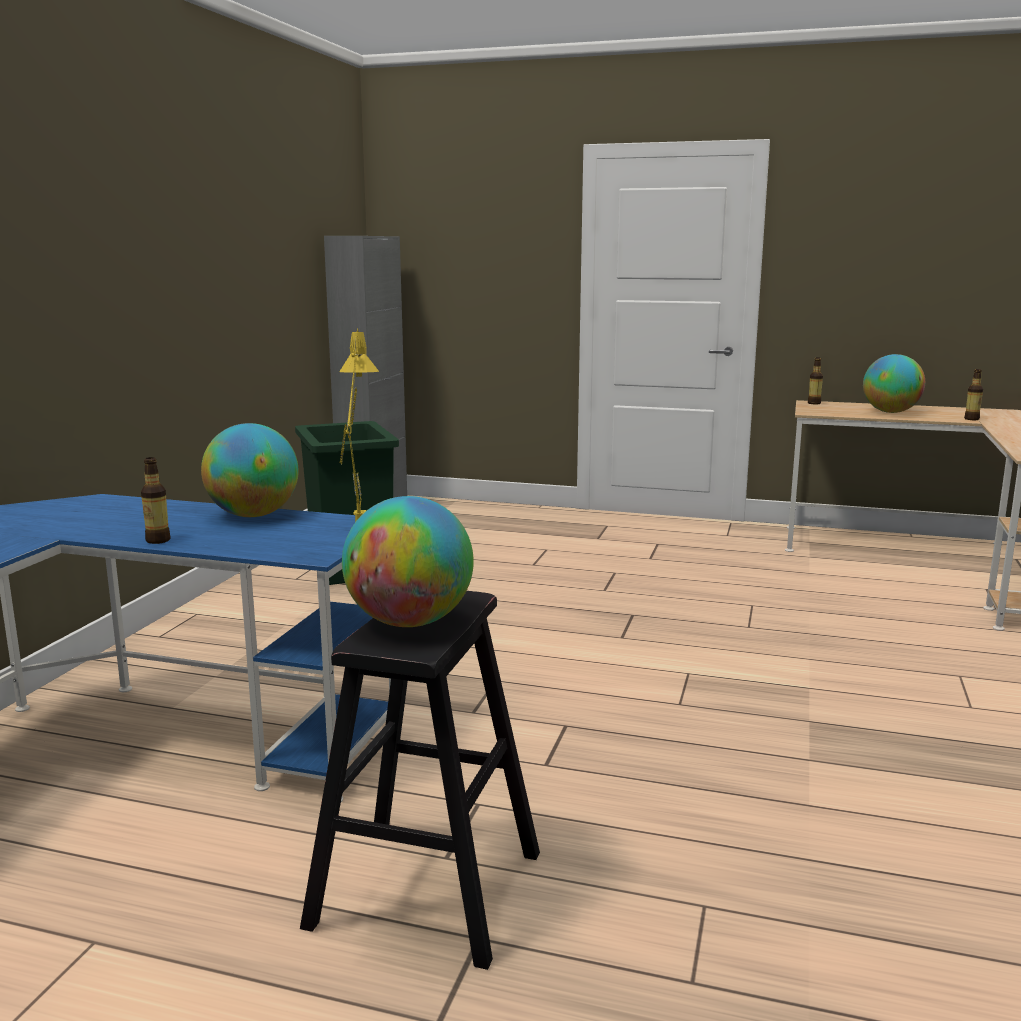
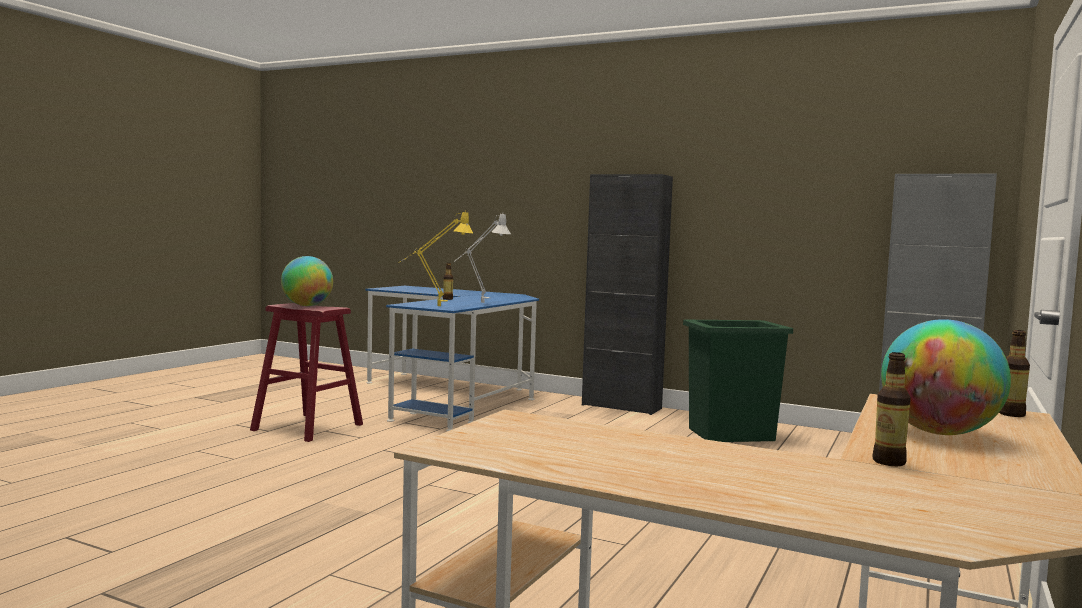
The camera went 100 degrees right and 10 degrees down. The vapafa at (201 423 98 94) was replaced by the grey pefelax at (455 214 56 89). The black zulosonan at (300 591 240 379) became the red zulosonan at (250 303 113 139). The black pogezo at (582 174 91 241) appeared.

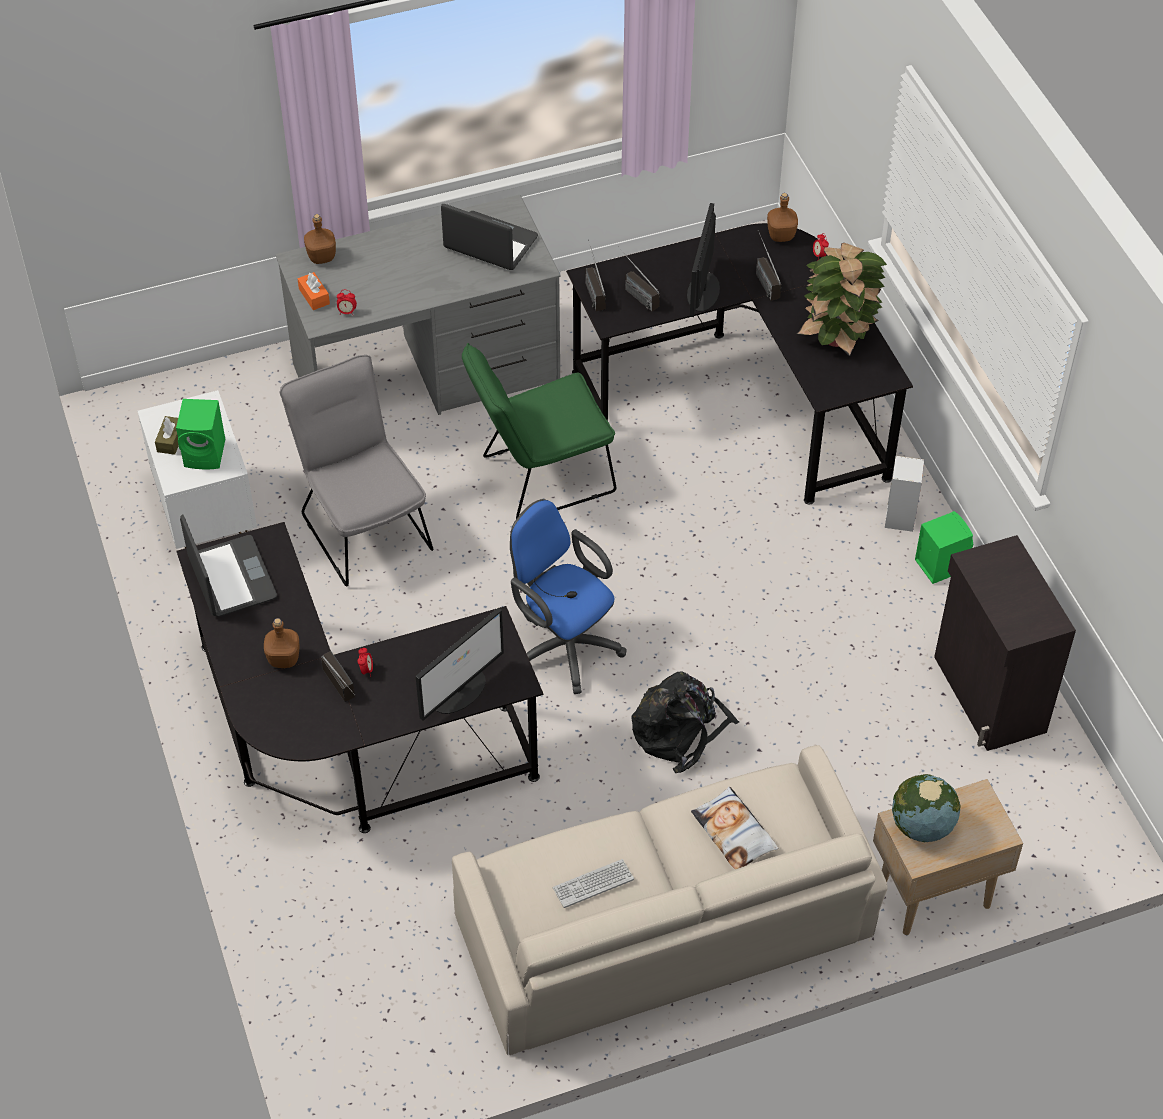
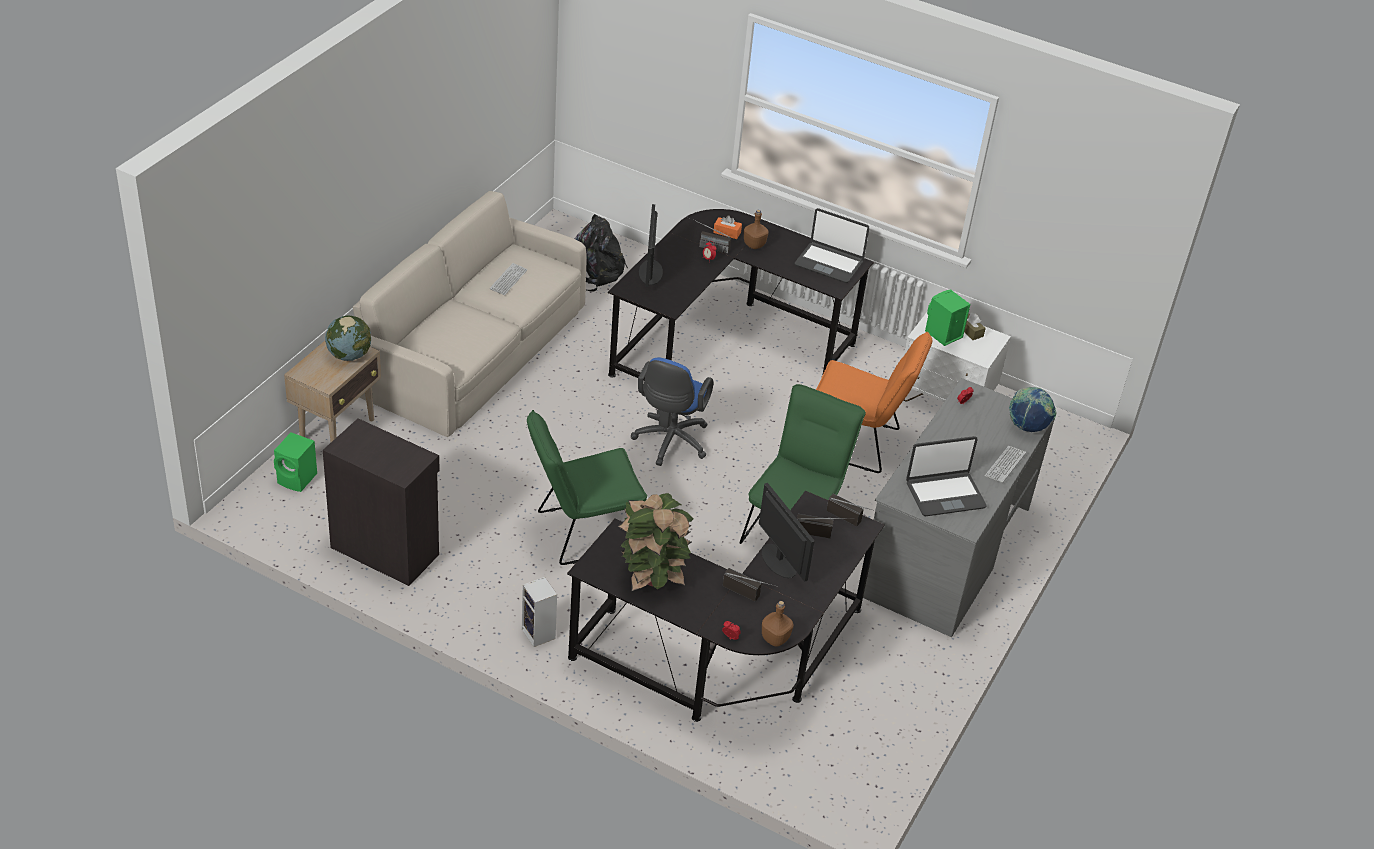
The camera went 135 degrees right and 10 degrees down. The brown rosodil at (304 214 32 50) was replaced by the vapafa at (1009 387 47 45). The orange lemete moved from (298 272 32 38) to (713 215 29 24). The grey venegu at (279 355 155 232) became the orange venegu at (816 331 116 142). The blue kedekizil at (510 499 117 195) turned 105 degrees clockwise. The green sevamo moved from (915 511 58 73) to (274 432 43 60). The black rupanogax moved from (631 671 108 102) to (575 214 53 78). The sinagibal at (691 786 87 83) disappeared. The green venegu at (527 410 120 155) appeared. The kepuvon at (985 446 41 37) appeared.

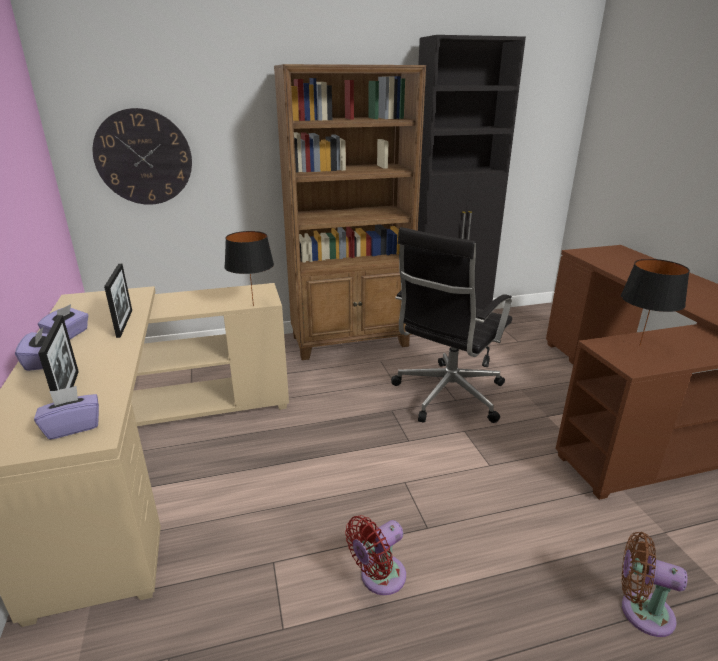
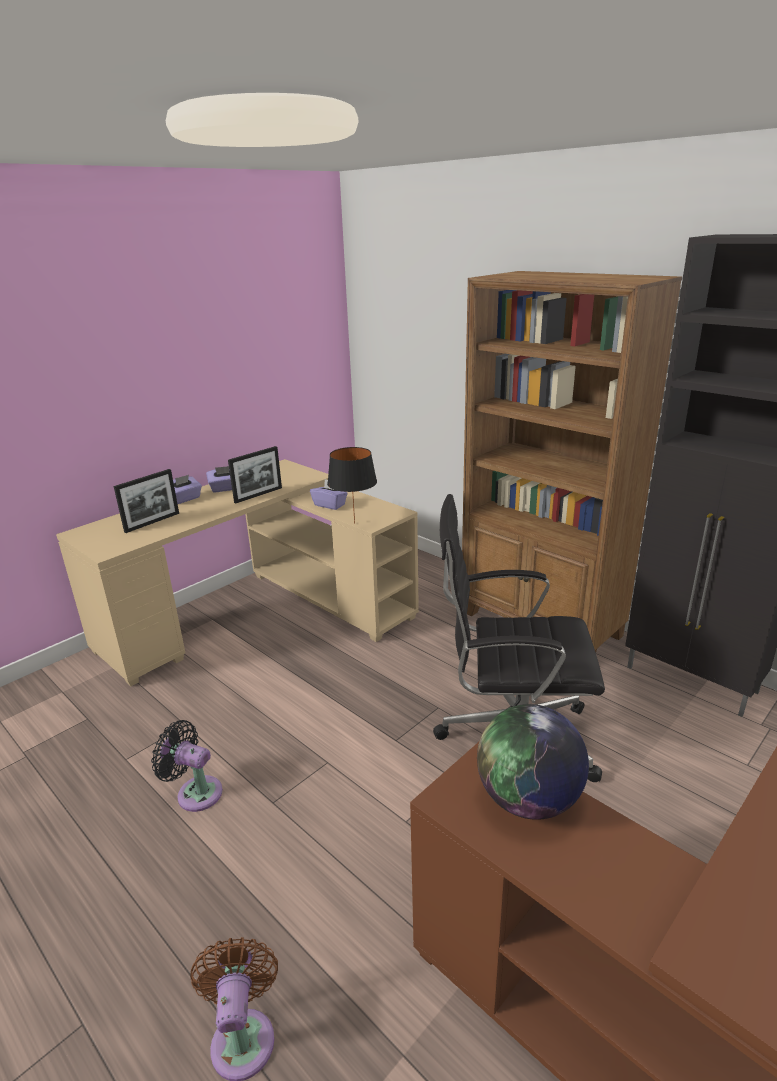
The camera went 60 degrees right and 0 degrees up. The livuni at (93 108 99 97) disappeared. The black pefelax at (621 259 69 87) was replaced by the vapafa at (477 704 112 116). The purple lemete moved from (34 386 65 54) to (310 479 38 31). The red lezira at (345 515 61 80) became the black lezira at (151 720 72 92).

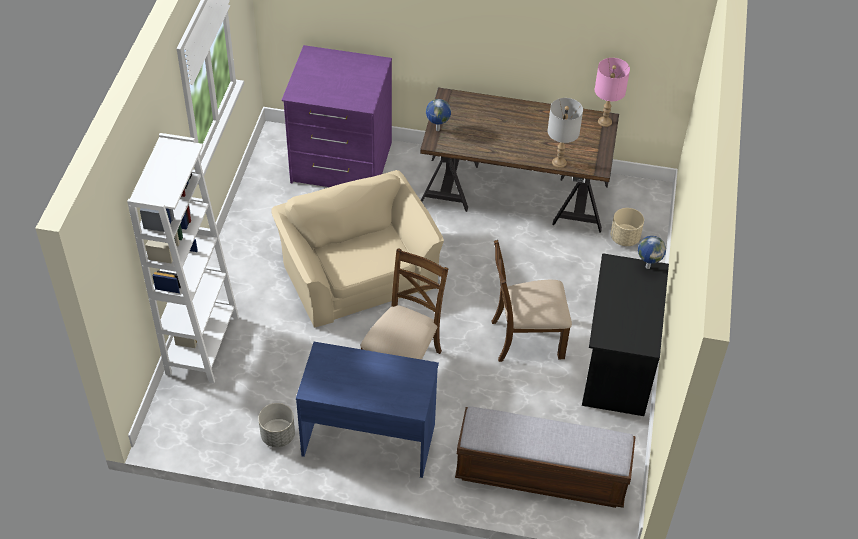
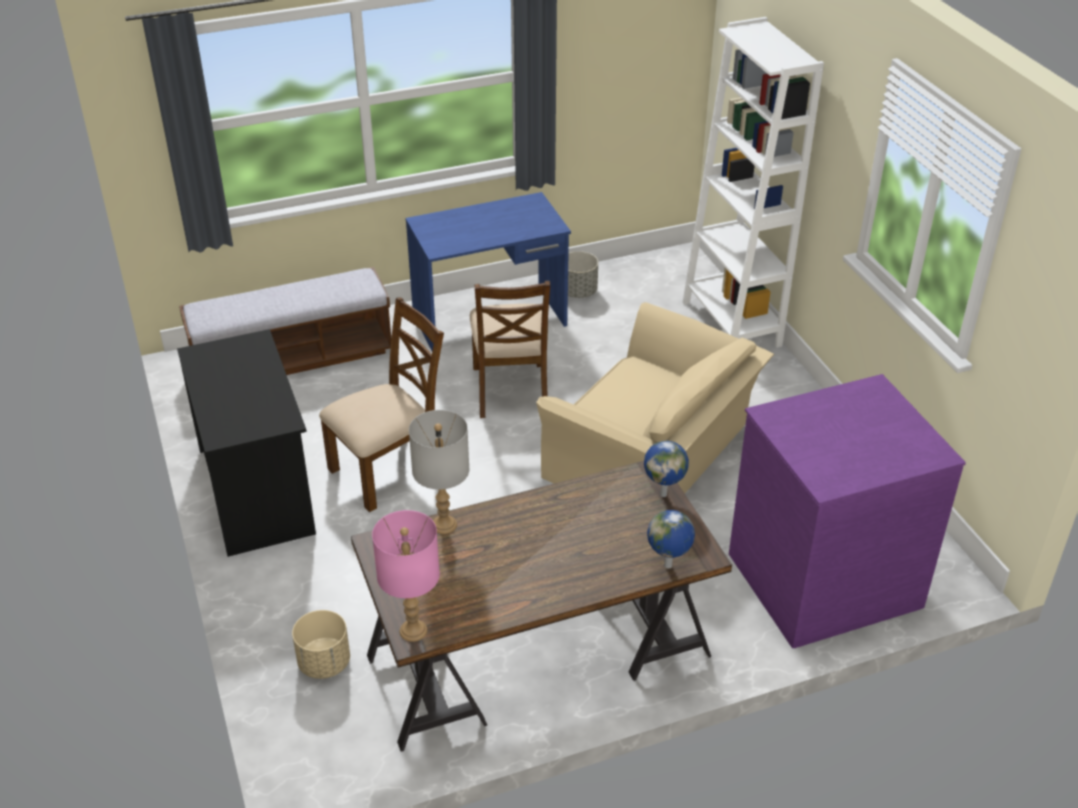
The camera went 150 degrees right and 10 degrees down. The vapafa moved from (638 236 28 33) to (647 510 48 59).

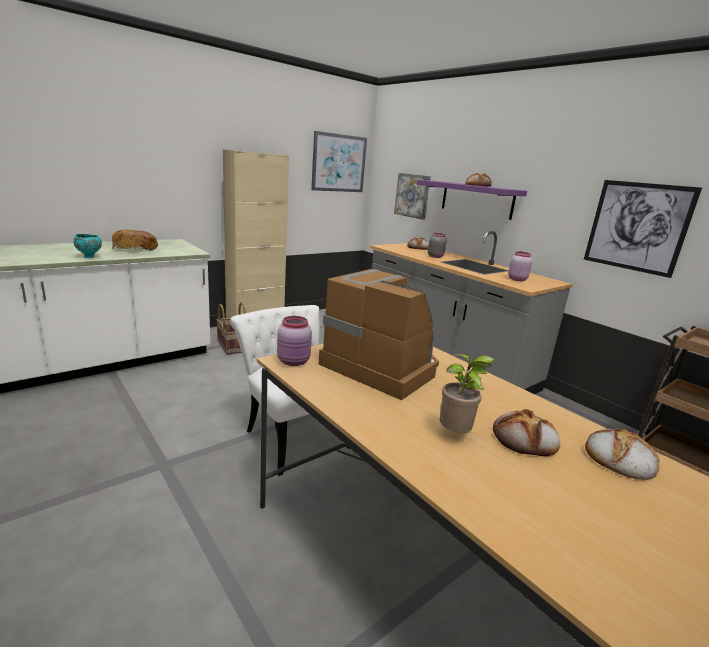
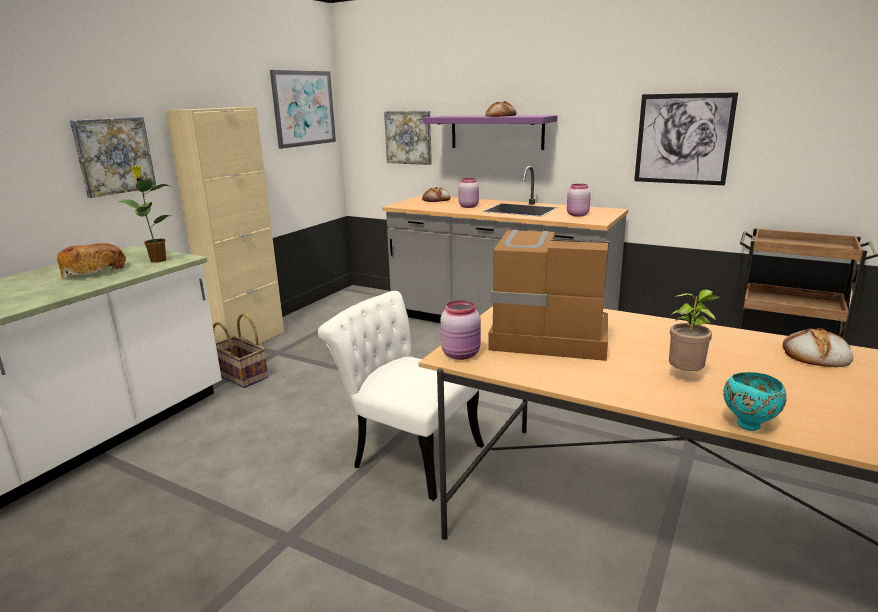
The camera went 20 degrees left and 0 degrees up. The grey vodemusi at (428 233 19 25) became the pink vodemusi at (458 178 21 30). The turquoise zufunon moved from (73 234 29 24) to (724 372 63 59). The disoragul at (493 409 67 47) disappeared. The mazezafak at (70 117 86 81) appeared. The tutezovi at (119 166 54 97) appeared.

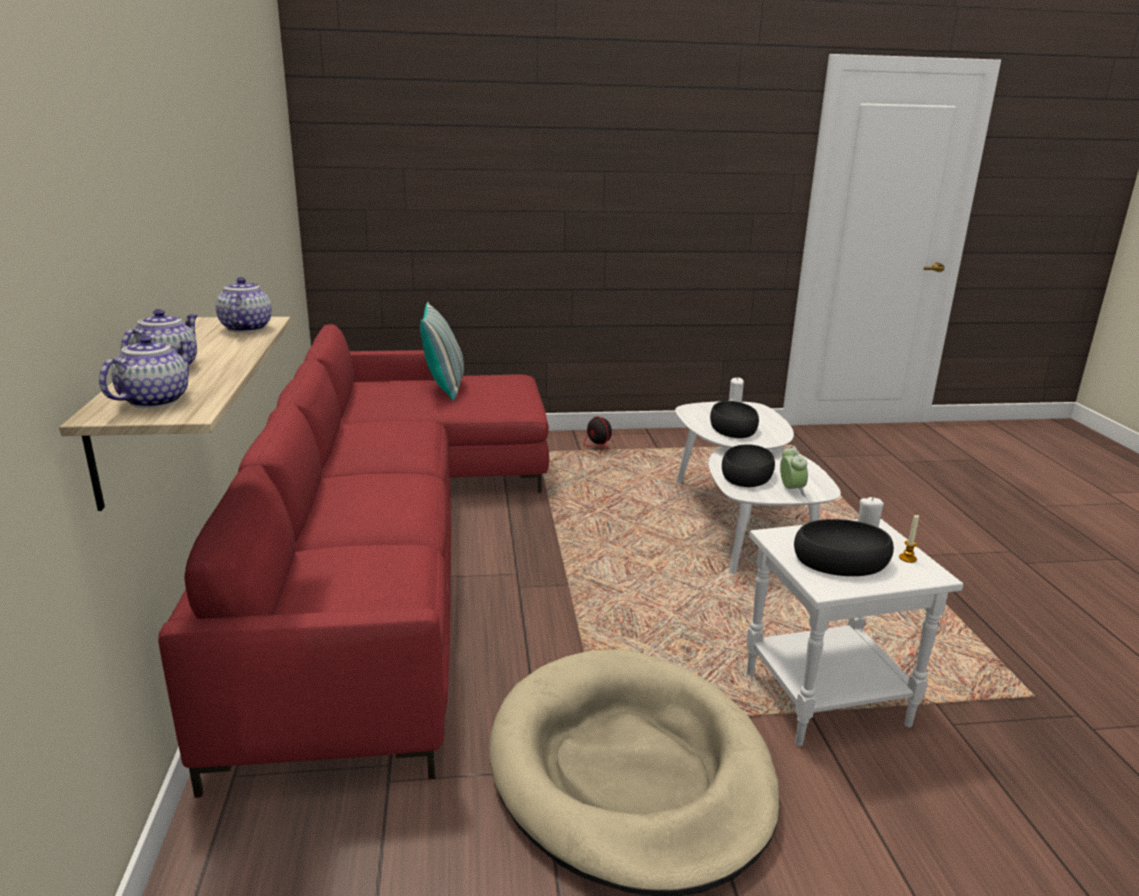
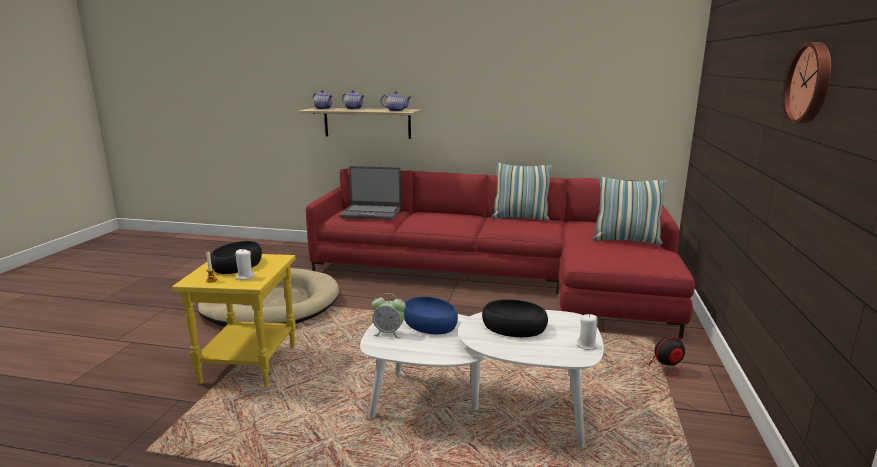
The camera went 110 degrees right and 5 degrees down. The black zufunon at (722 444 53 43) became the blue zufunon at (404 297 54 37). The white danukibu at (746 518 217 228) became the yellow danukibu at (172 254 124 133). The livuni at (783 42 48 82) appeared. The sinagibal at (491 162 62 59) appeared. The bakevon at (339 166 62 54) appeared.

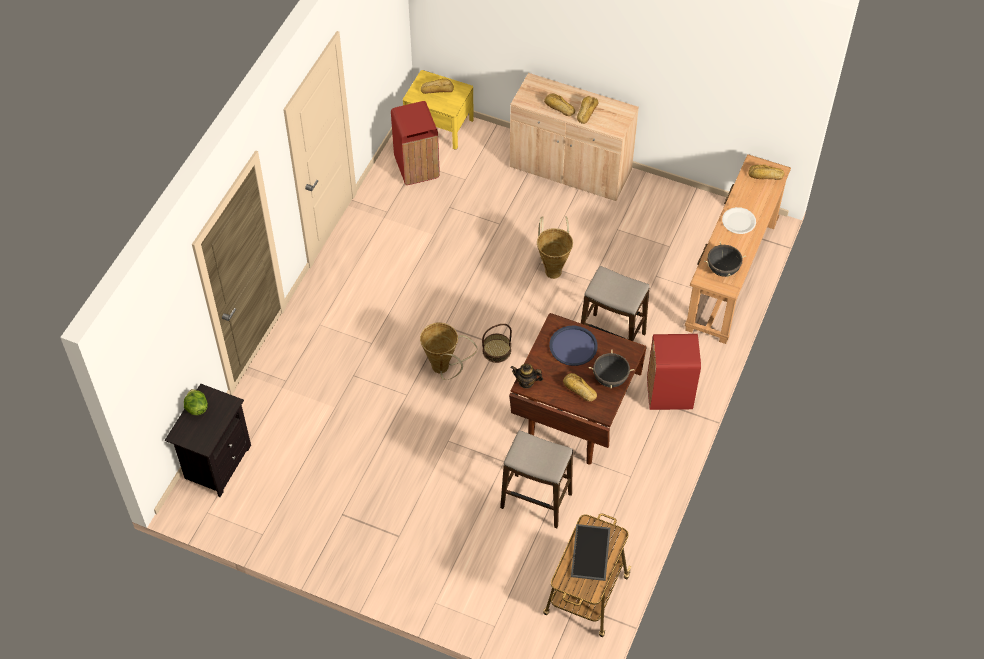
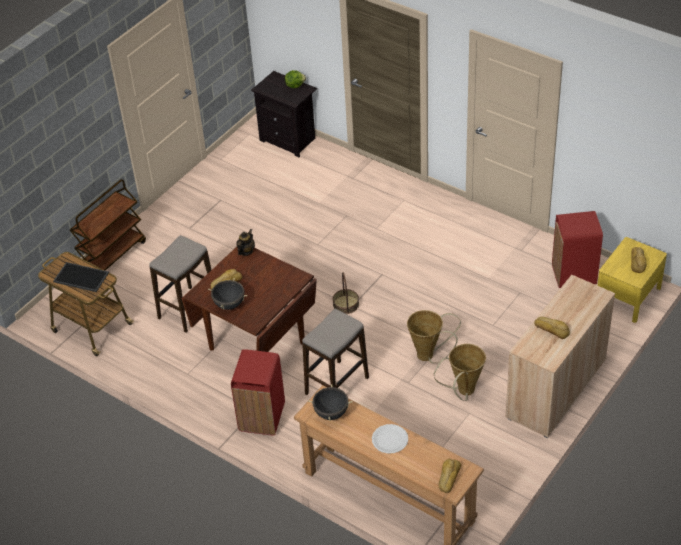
The camera went 105 degrees right and 10 degrees down. The disoragul at (544 94 31 22) disappeared. The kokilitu moved from (420 323 57 57) to (434 344 52 57). The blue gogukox at (549 326 49 40) disappeared. The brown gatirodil at (70 179 76 91) appeared.

